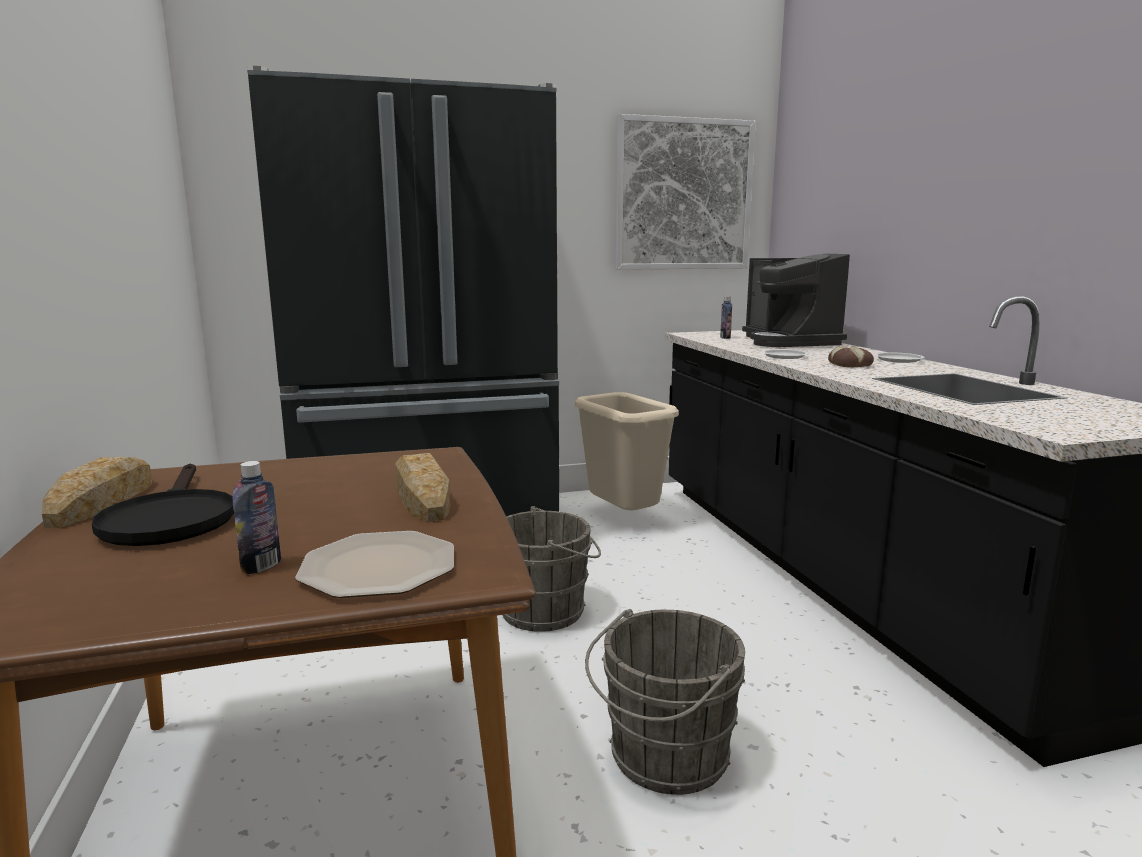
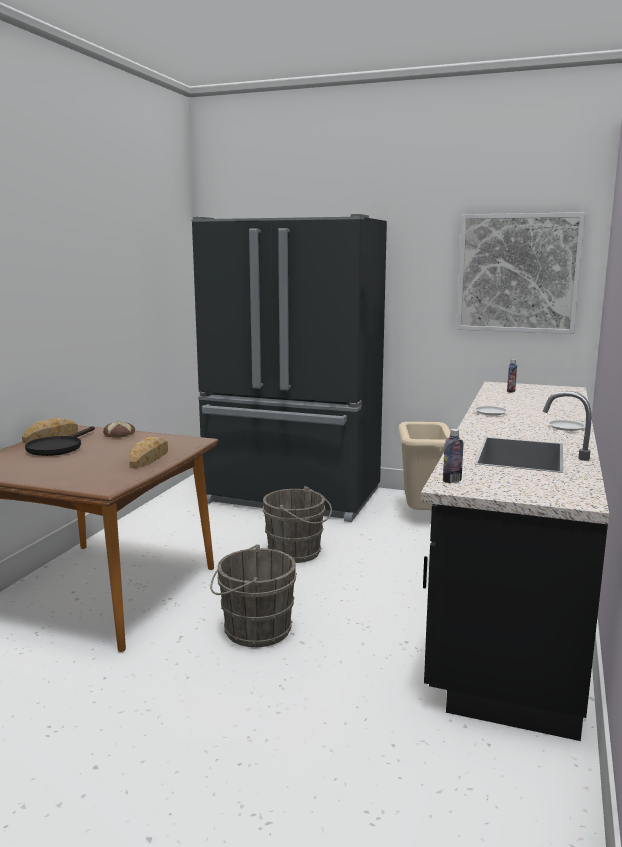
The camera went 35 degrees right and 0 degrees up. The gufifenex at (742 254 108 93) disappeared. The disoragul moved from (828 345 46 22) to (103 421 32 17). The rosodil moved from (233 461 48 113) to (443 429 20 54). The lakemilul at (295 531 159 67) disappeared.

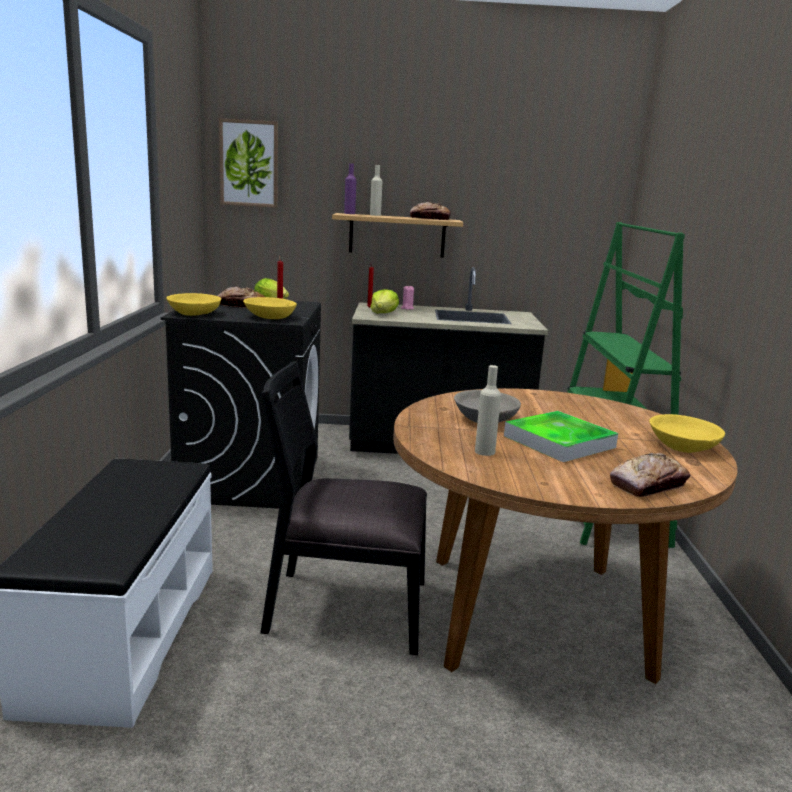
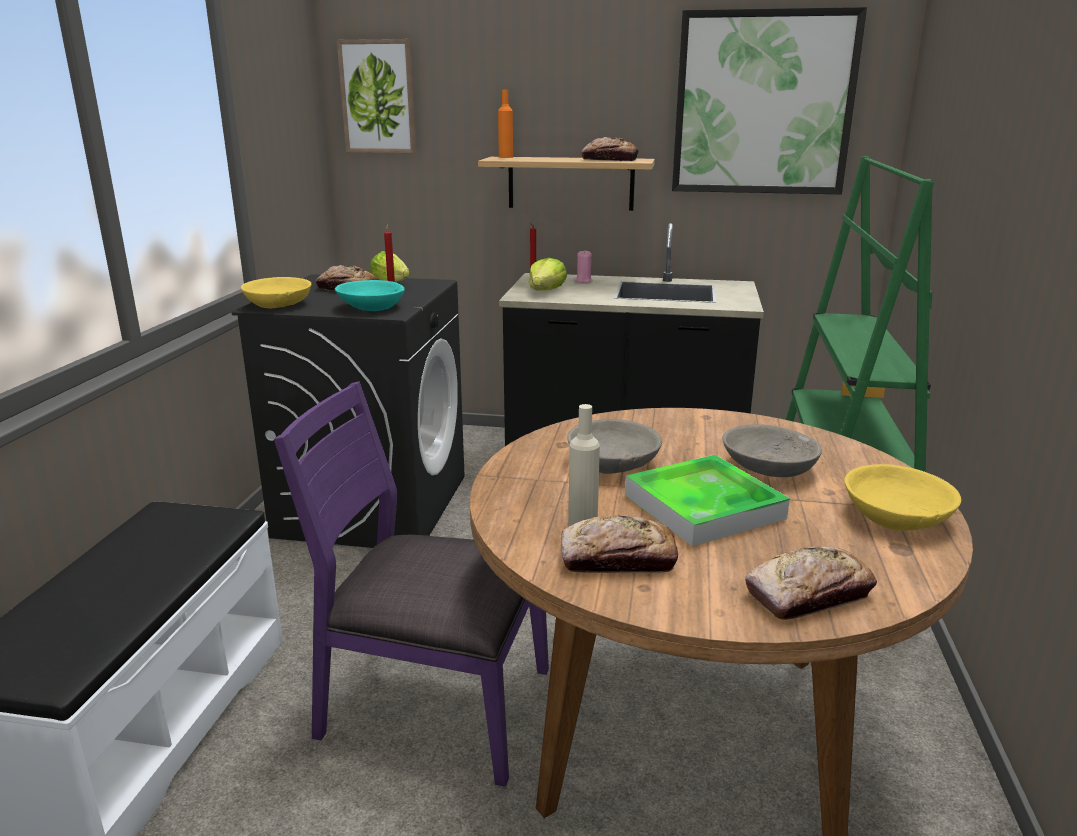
The camera went 10 degrees right and 5 degrees up. The purple rosodil at (344 163 12 51) became the orange rosodil at (498 89 15 69). The beige rosodil at (370 165 13 51) disappeared. The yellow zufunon at (243 297 54 22) became the turquoise zufunon at (335 280 70 31). The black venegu at (260 361 167 294) became the purple venegu at (274 381 275 406). The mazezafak at (672 7 195 187) appeared. The grey zufunon at (722 424 100 53) appeared. The disoragul at (561 515 117 59) appeared.

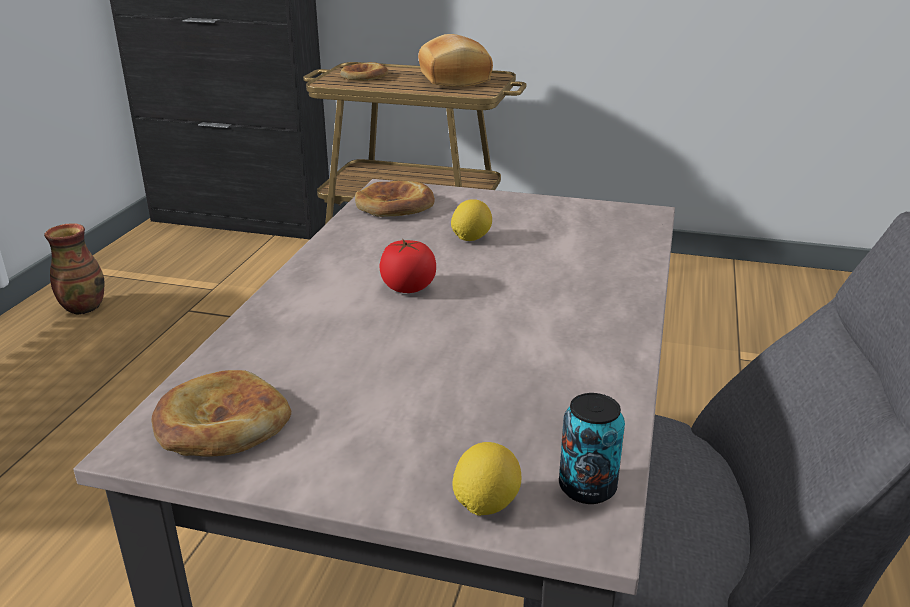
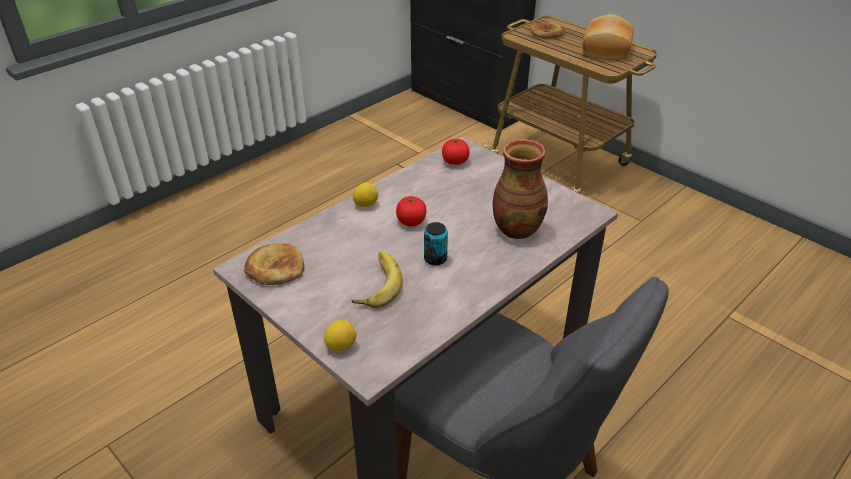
The camera went 30 degrees right and 10 degrees up. The disoragul at (355 180 80 37) was replaced by the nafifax at (442 138 27 27). The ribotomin moved from (451 199 41 42) to (353 183 25 24). The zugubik moved from (44 223 61 91) to (493 139 55 100). The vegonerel moved from (559 393 66 111) to (424 222 24 44). The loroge at (352 251 51 57) appeared.

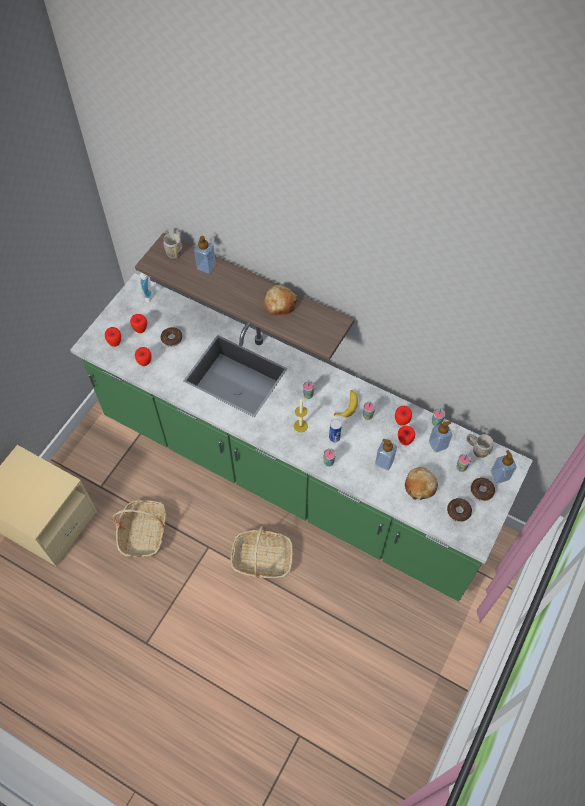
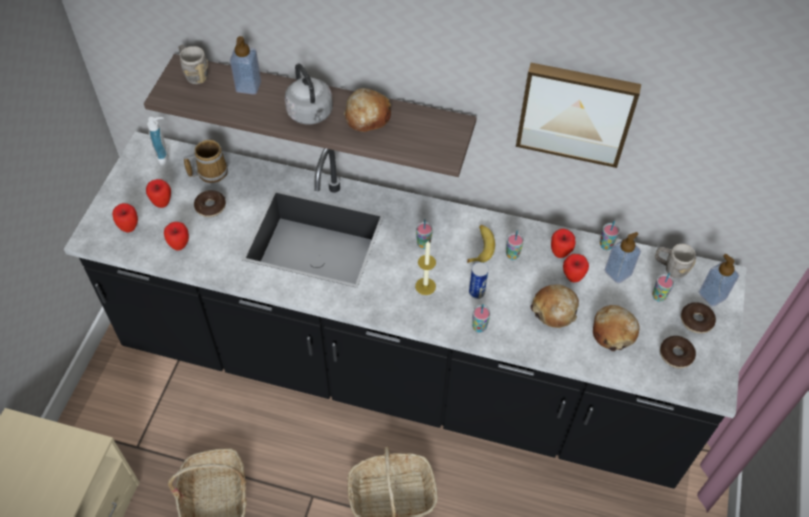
The camera went 15 degrees left and 5 degrees down. The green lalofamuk at (70 273 463 329) became the black lalofamuk at (64 132 682 357). The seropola at (375 439 22 31) was replaced by the disoragul at (530 284 49 44). The mazezafak at (516 63 125 105) appeared. The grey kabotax at (285 64 48 60) appeared. The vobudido at (184 140 44 43) appeared.

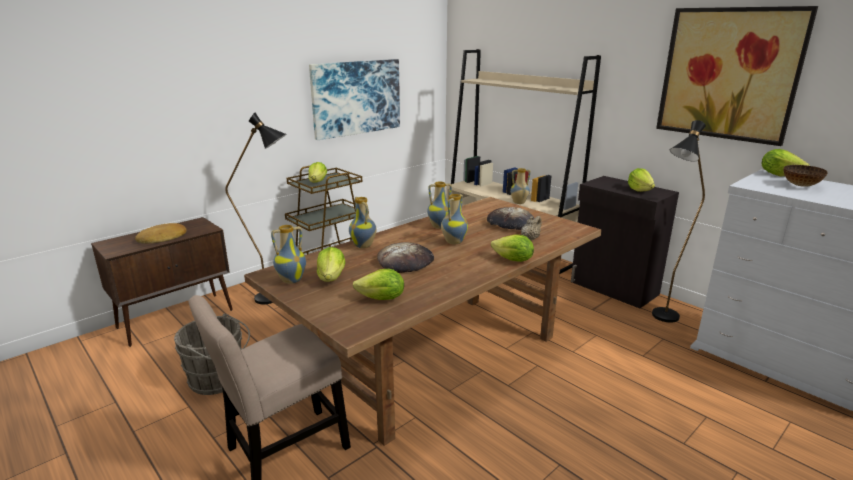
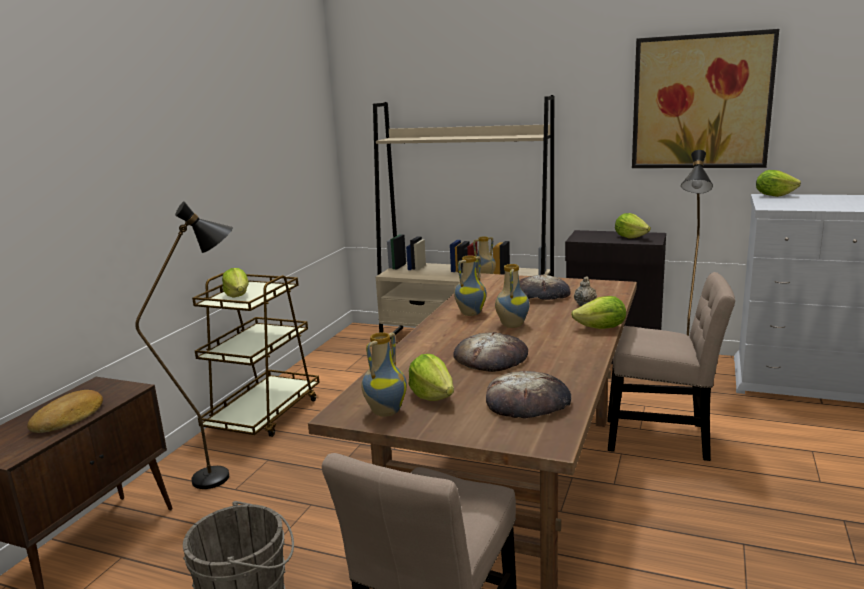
The camera went 25 degrees left and 5 degrees down. The mazezafak at (309 59 91 81) disappeared. The zufunon at (783 165 45 22) disappeared. The zugubik at (349 197 27 51) disappeared. The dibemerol at (353 269 51 31) was replaced by the disoragul at (486 371 85 48). The beige venegu at (607 272 128 189) appeared.

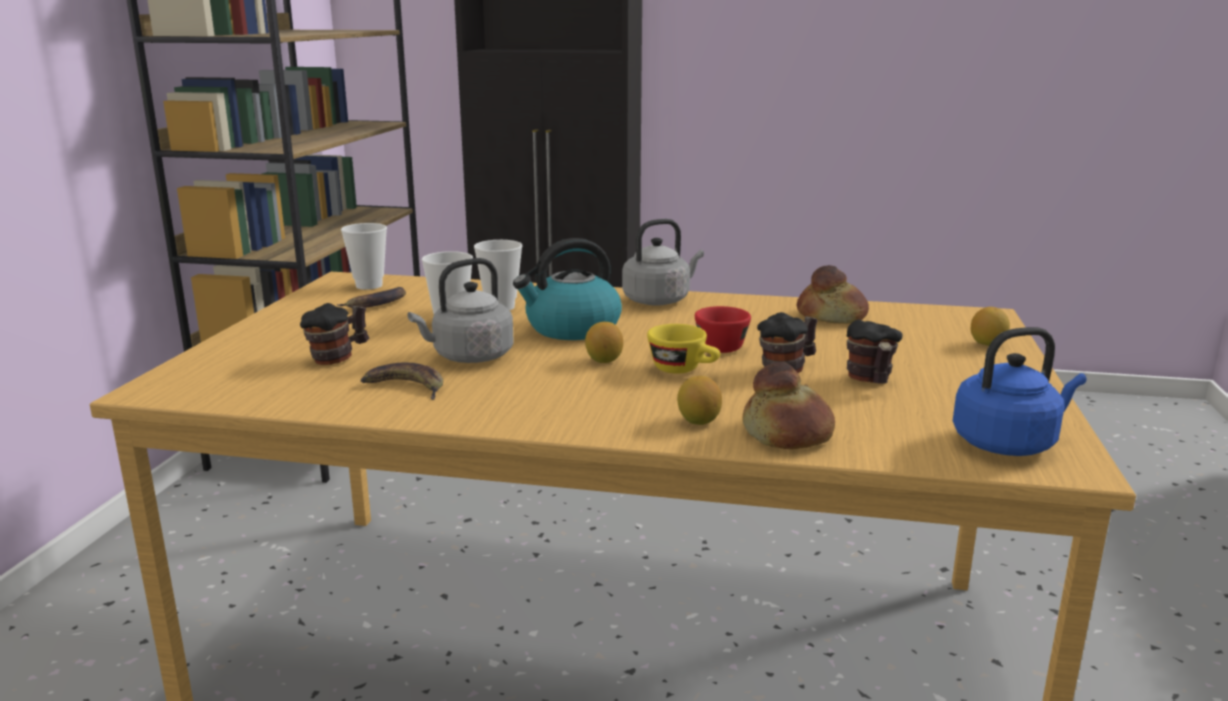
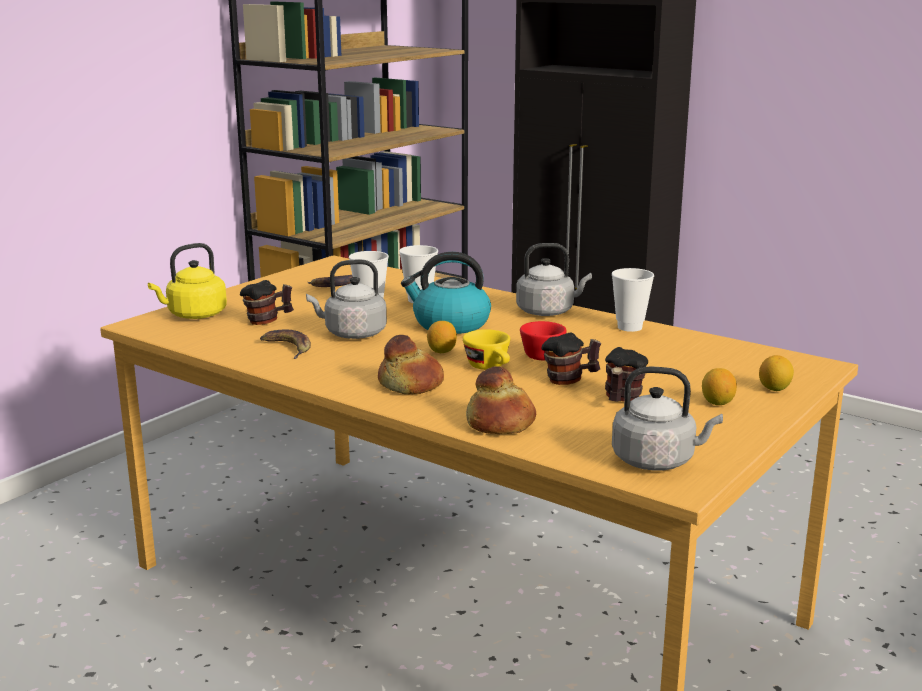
The camera went 25 degrees right and 0 degrees up. The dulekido moved from (341 223 46 67) to (612 268 42 64). The disoragul moved from (796 265 73 59) to (378 335 66 59). The blue kabotax at (953 327 134 129) became the grey kabotax at (612 366 111 105). The ribotomin moved from (677 376 45 49) to (702 368 35 37). The yellow kabotax at (148 243 79 76) appeared.

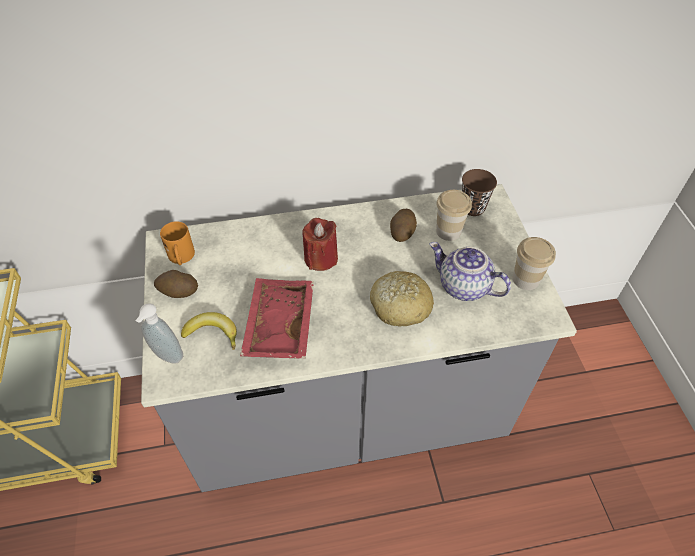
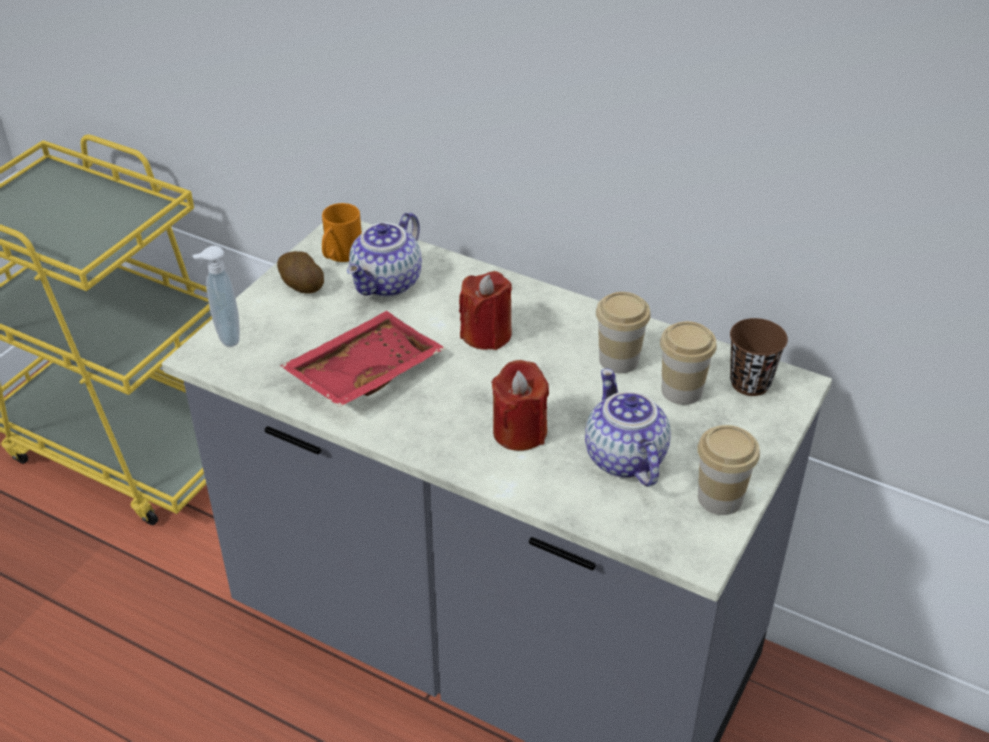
The camera went 40 degrees right and 10 degrees down. The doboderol at (390 209 27 33) was replaced by the dulekido at (596 292 55 81). The disoragul at (370 271 64 56) was replaced by the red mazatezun at (491 360 58 91). The loroge at (181 312 56 38) disappeared. The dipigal at (347 212 75 85) appeared.

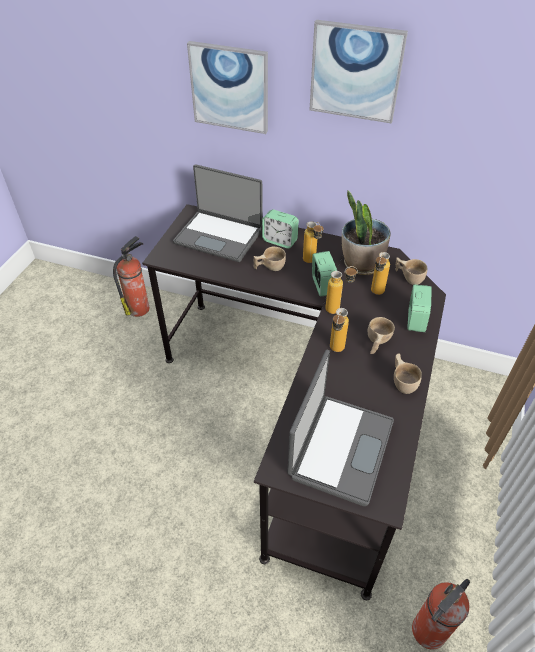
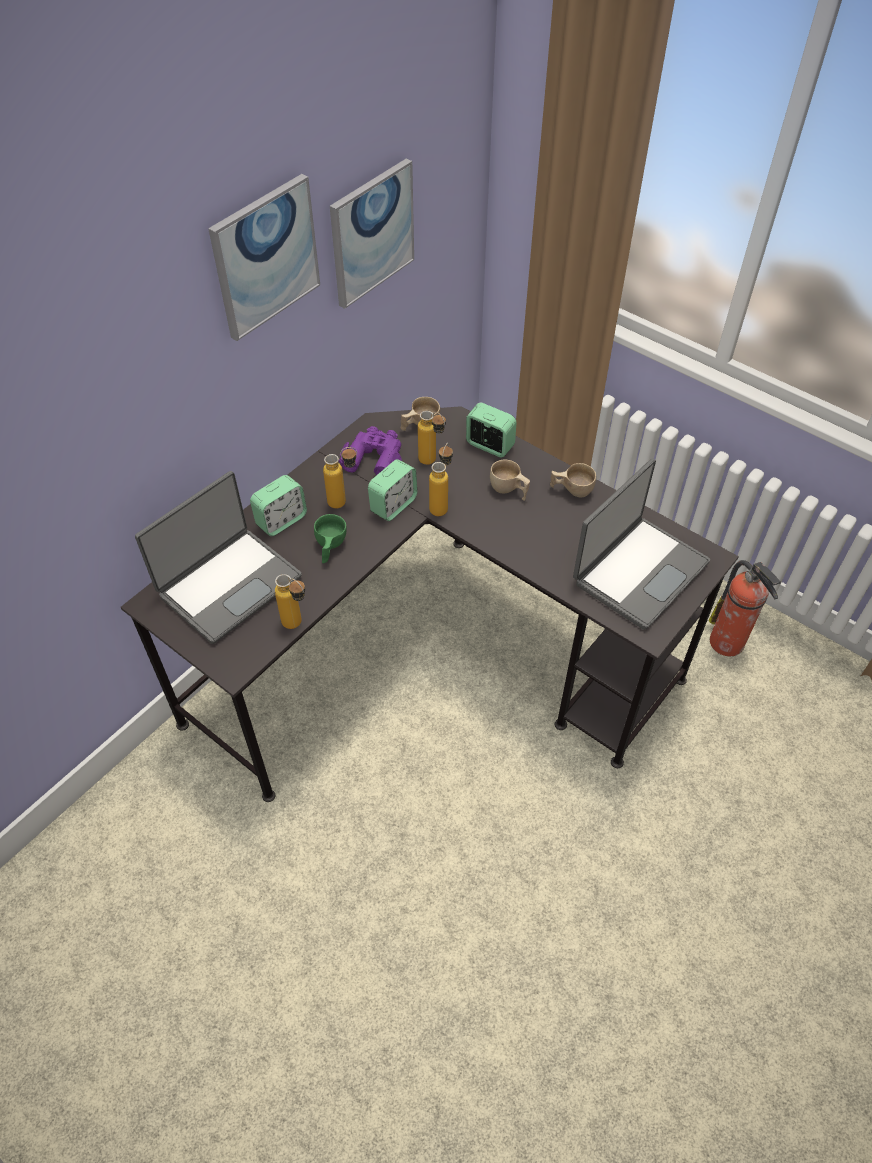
The camera went 70 degrees left and 5 degrees up. The mazezafak moved from (187 41 81 93) to (330 159 84 150). The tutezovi at (342 190 48 85) was replaced by the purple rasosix at (339 426 63 49). The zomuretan at (113 236 36 81) disappeared. The beige dulekido at (253 247 33 24) became the green dulekido at (314 514 32 49). The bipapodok at (312 251 25 45) turned 120 degrees clockwise. The rosodil moved from (330 308 19 44) to (275 574 30 55). The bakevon at (287 350 107 156) turned 90 degrees clockwise.

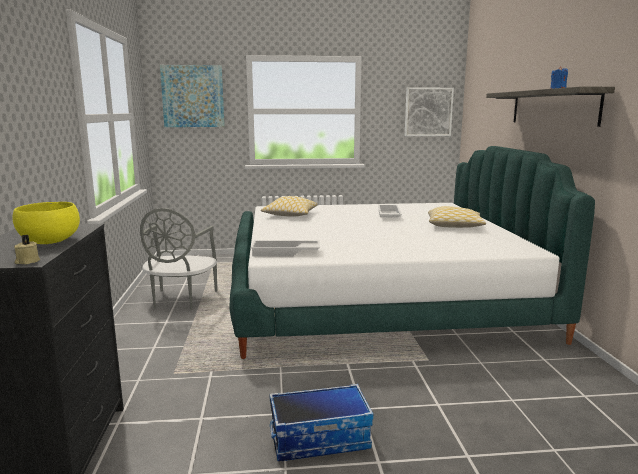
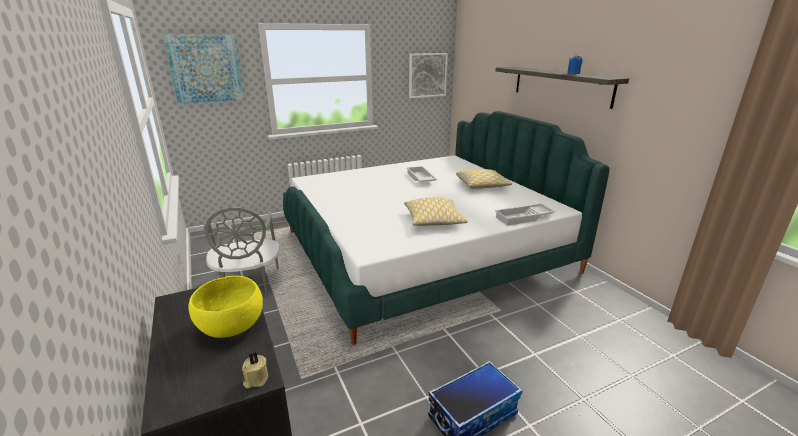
The camera went 20 degrees left and 10 degrees up. The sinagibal moved from (261 196 57 21) to (404 197 64 29). The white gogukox moved from (250 240 70 16) to (495 203 61 23).

